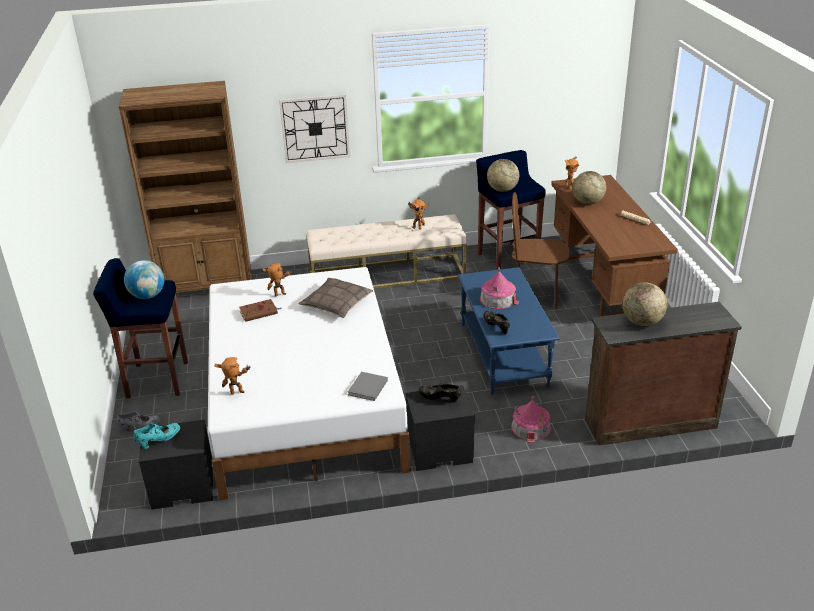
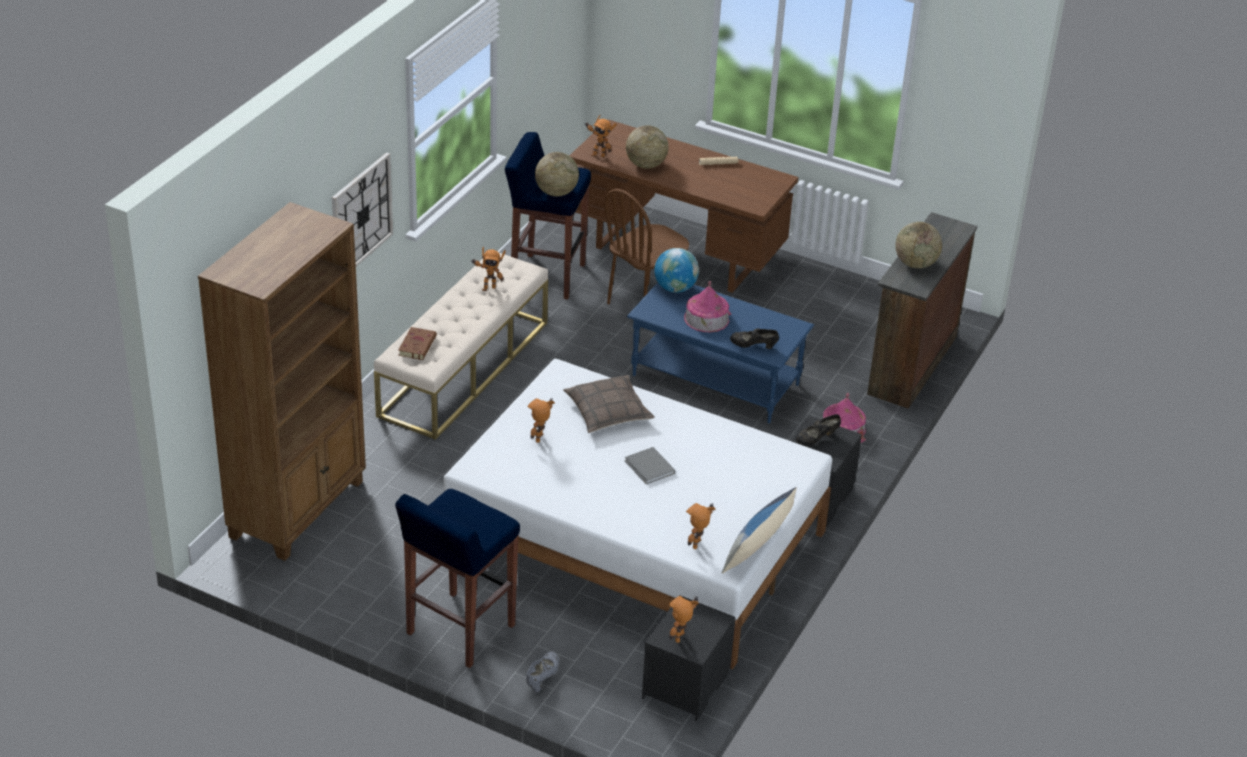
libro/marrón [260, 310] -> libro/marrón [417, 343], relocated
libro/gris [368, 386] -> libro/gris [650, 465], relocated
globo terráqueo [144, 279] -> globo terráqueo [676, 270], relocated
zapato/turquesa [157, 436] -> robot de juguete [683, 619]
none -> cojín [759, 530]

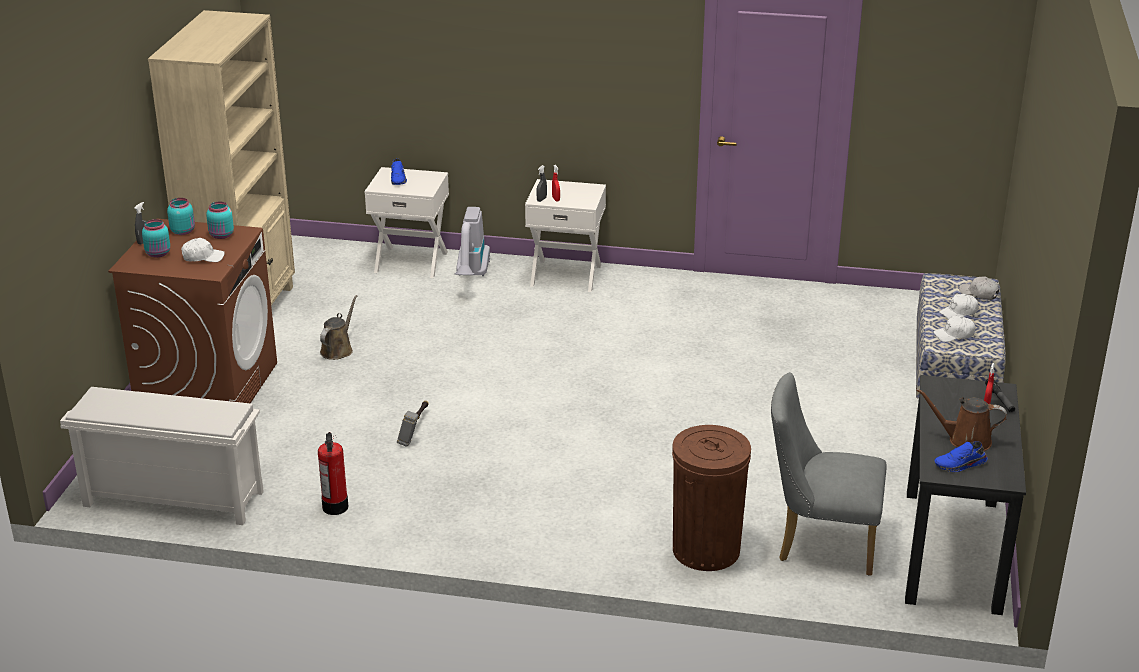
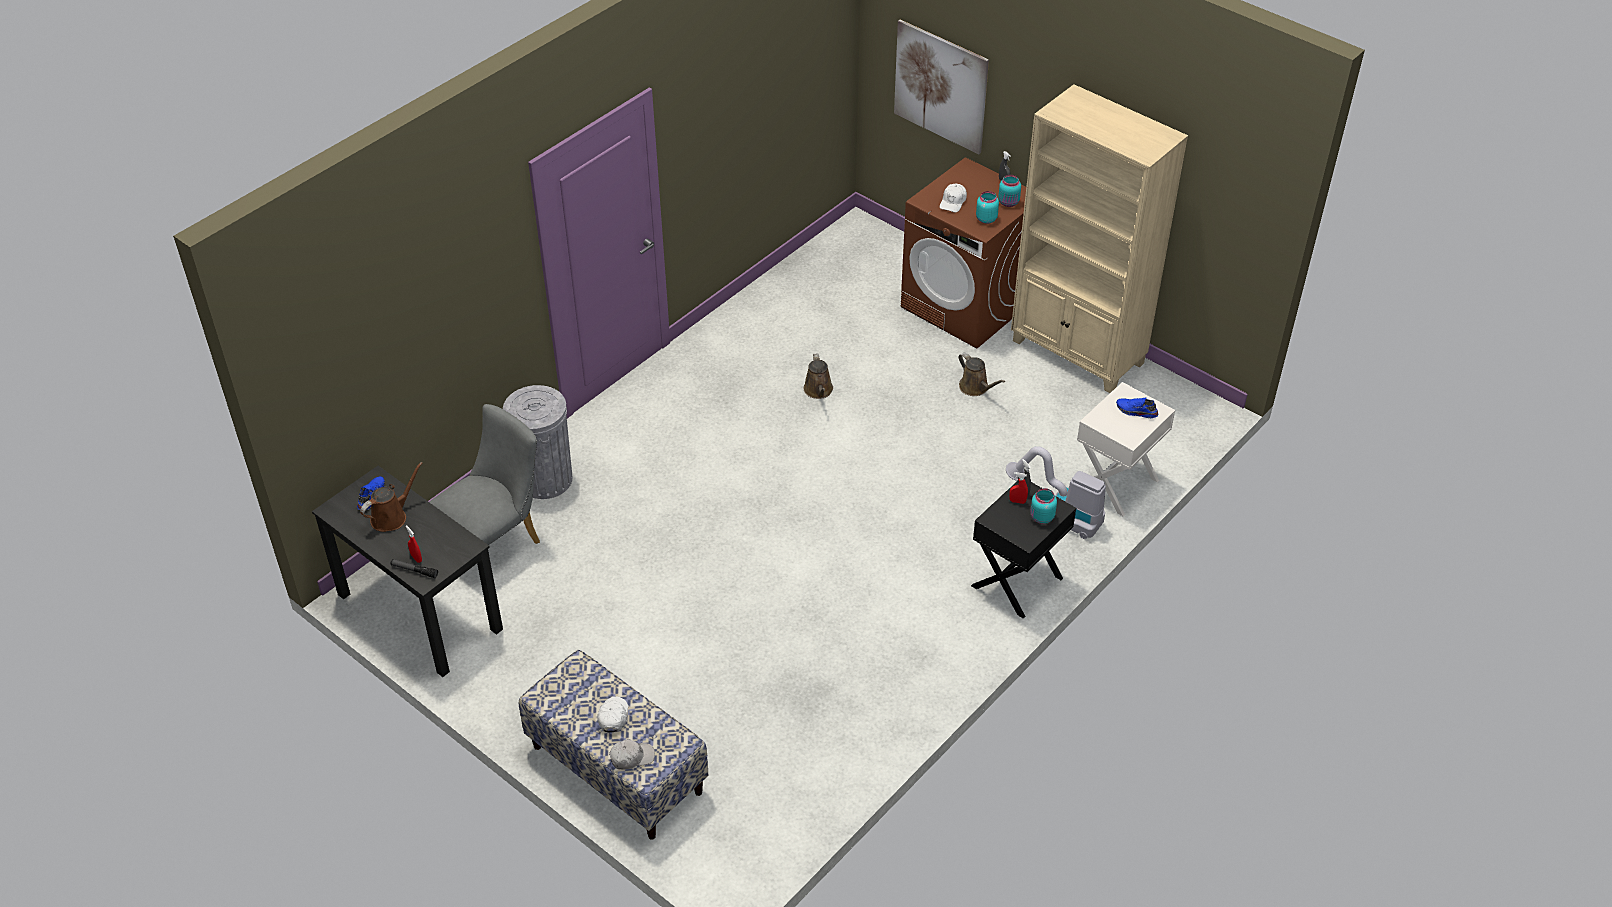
papelera/marrón [711, 498] -> papelera/gris [537, 442]
martillo [413, 424] -> regadera/marrón [818, 376]
none -> cuadro [941, 87]
mesita de noche/blanco [565, 235] -> mesita de noche/negro [1023, 549]
tarro/turquesa [156, 238] -> tarro/turquesa [1043, 506], relocated
zapatero/blanco [162, 456] -> none
extintor [333, 473] -> none
gorra/blanco [954, 329] -> none

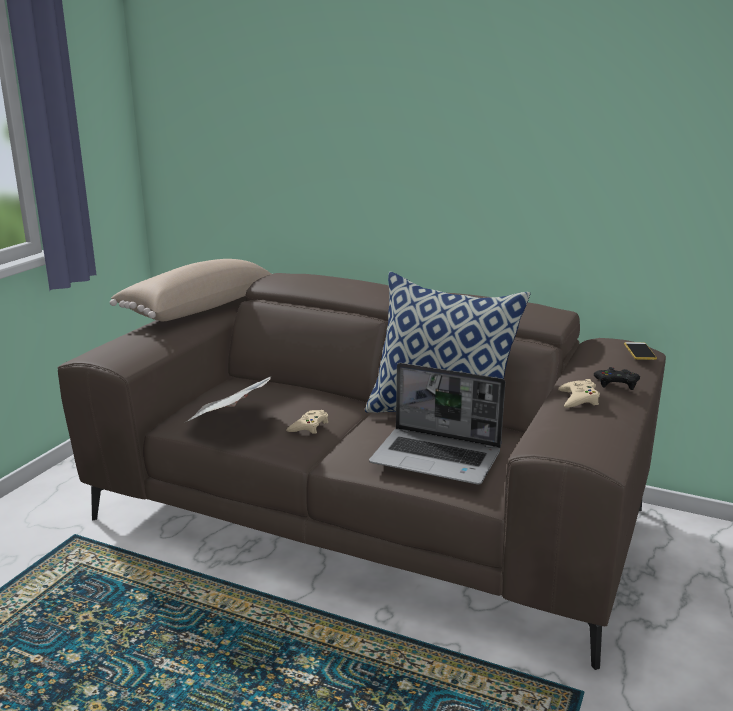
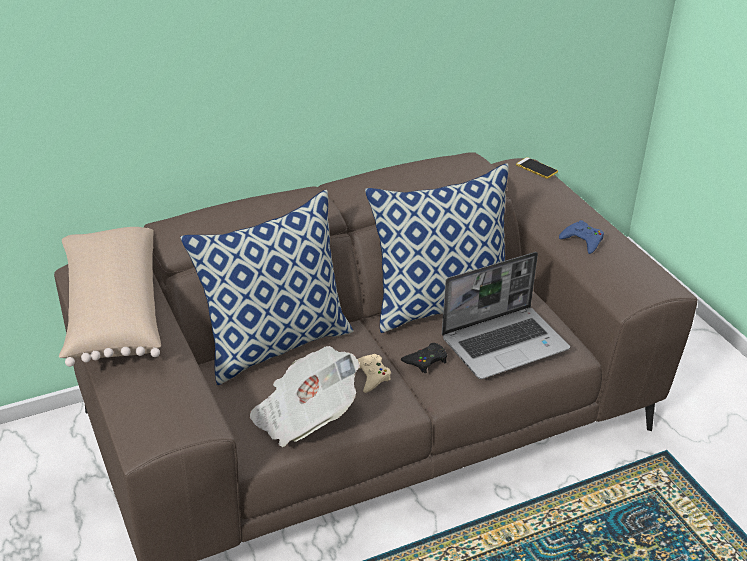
none -> cojín [266, 287]
mando de consola/negro [617, 378] -> mando de consola/negro [424, 358], relocated
mando de consola/beis [579, 393] -> mando de consola/azul [581, 237]

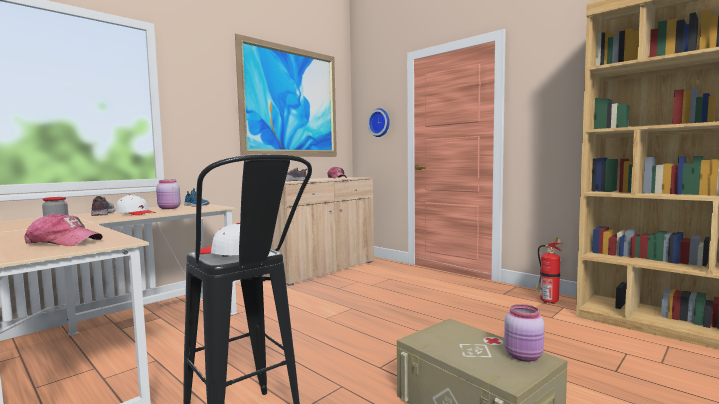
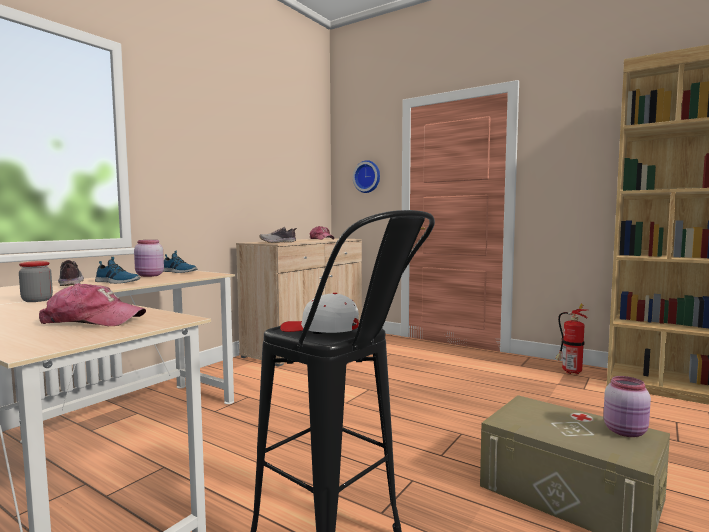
gorra/blanco [136, 205] -> zapato [117, 270]
cuadro [286, 95] -> none

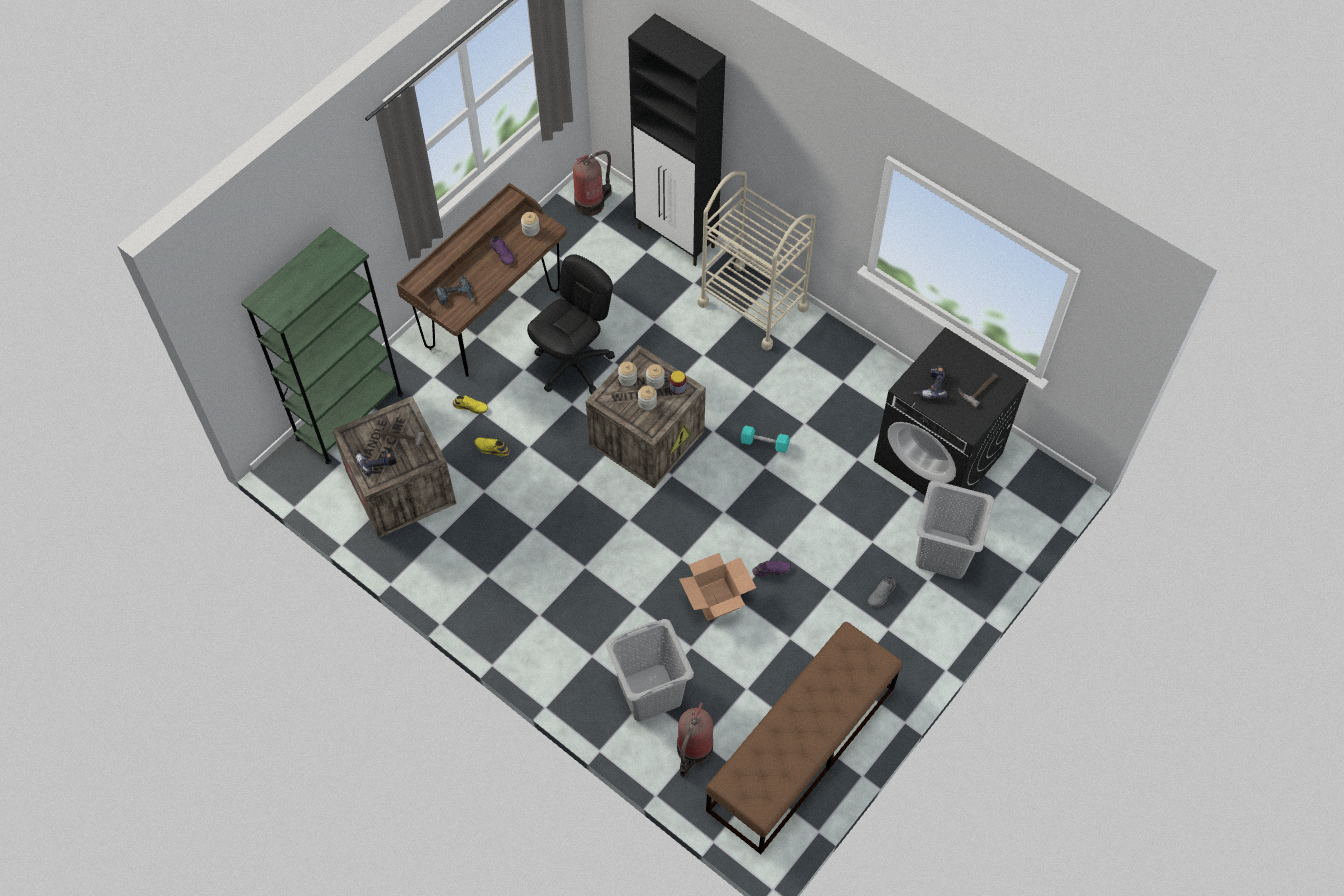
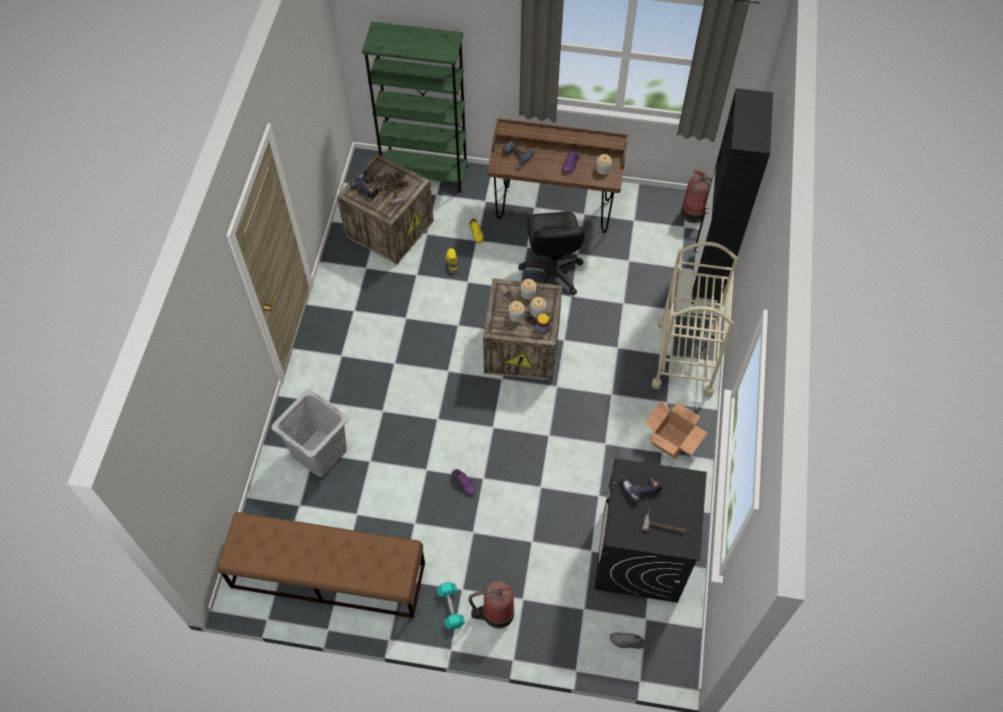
mancuerna/turquesa [765, 439] -> mancuerna/turquesa [451, 606], relocated
extintor [695, 740] -> extintor [491, 604], relocated
silla de oficina/negro [571, 324] -> silla de oficina/negro [551, 253], 75 degrees clockwise
zapato/gris [882, 591] -> zapato/gris [627, 640], relocated
caja de cartón [717, 587] -> caja de cartón [676, 430], relocated
cesto de la ropa/gris [954, 529] -> none

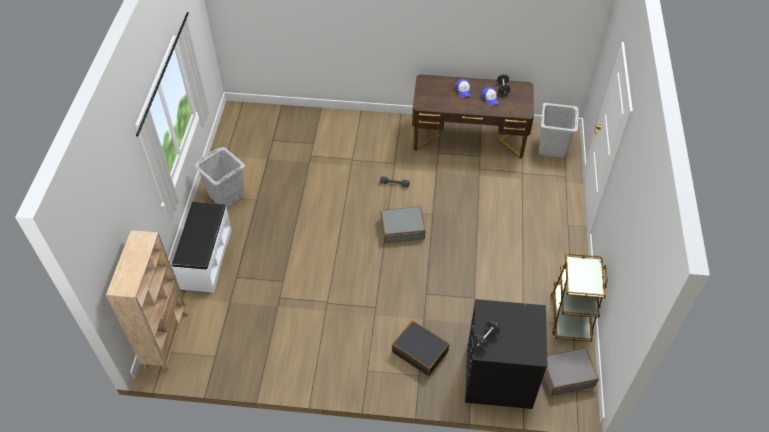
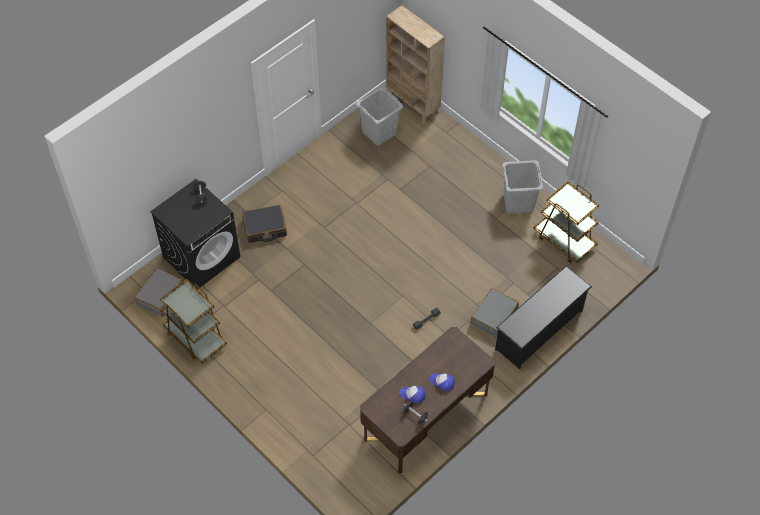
cesto de la ropa/gris [559, 130] -> cesto de la ropa/gris [379, 116], relocated
maleta/gris [403, 224] -> maleta/gris [495, 313], relocated
none -> zapatero/negro [543, 317]
none -> carrito/marrón [566, 222]
banco/blanco [202, 247] -> none

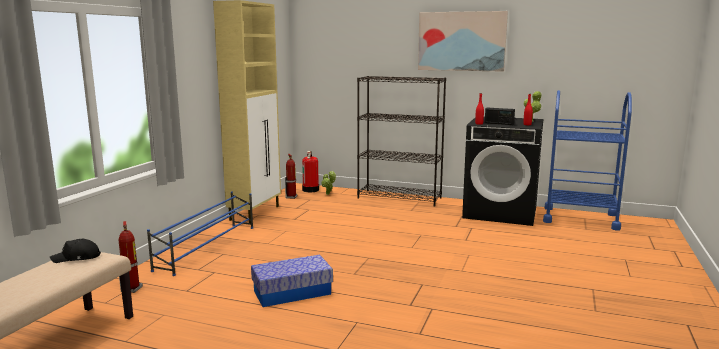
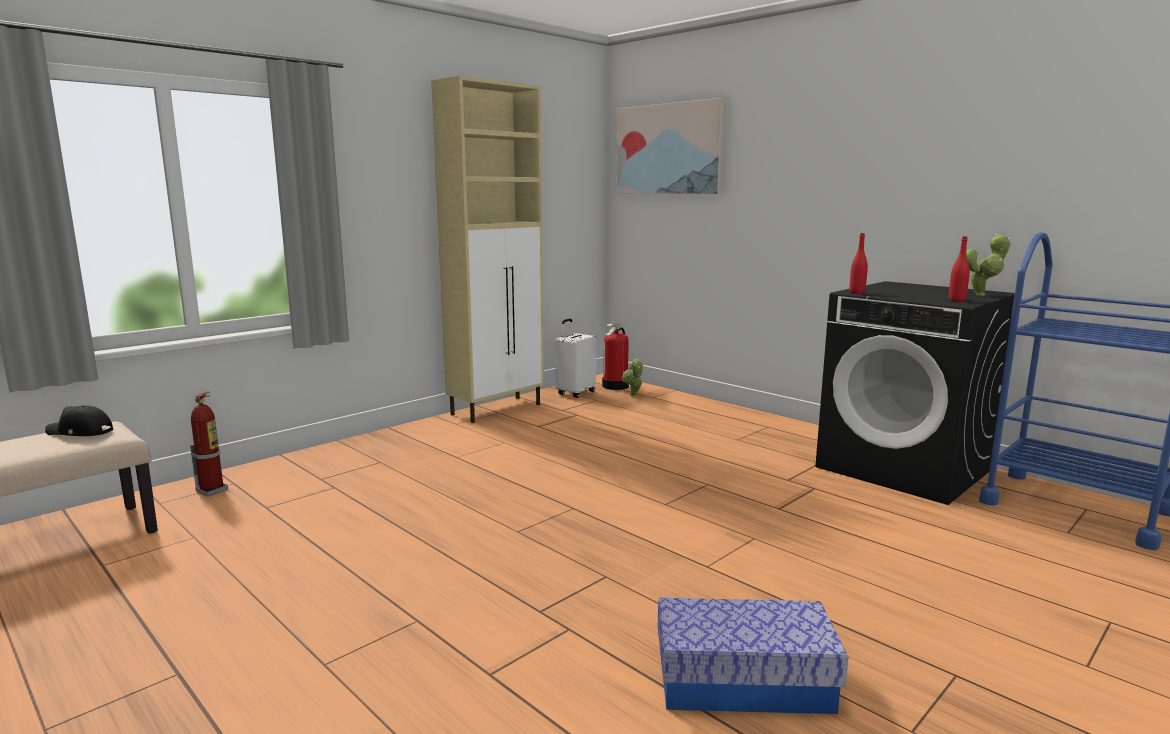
extintor [291, 176] -> maleta/blanco [575, 358]
cuadro [463, 41] -> cuadro [670, 146], relocated
caja de almacenaje [292, 281] -> caja de almacenaje [753, 656], relocated
zapatero/azul [200, 233] -> none
estantería/negro [401, 141] -> none
radio [500, 116] -> none

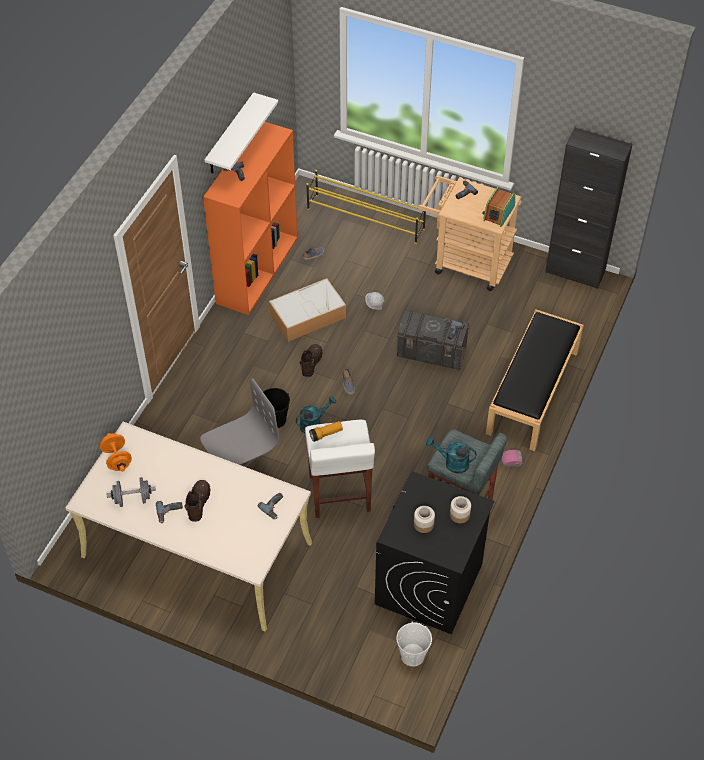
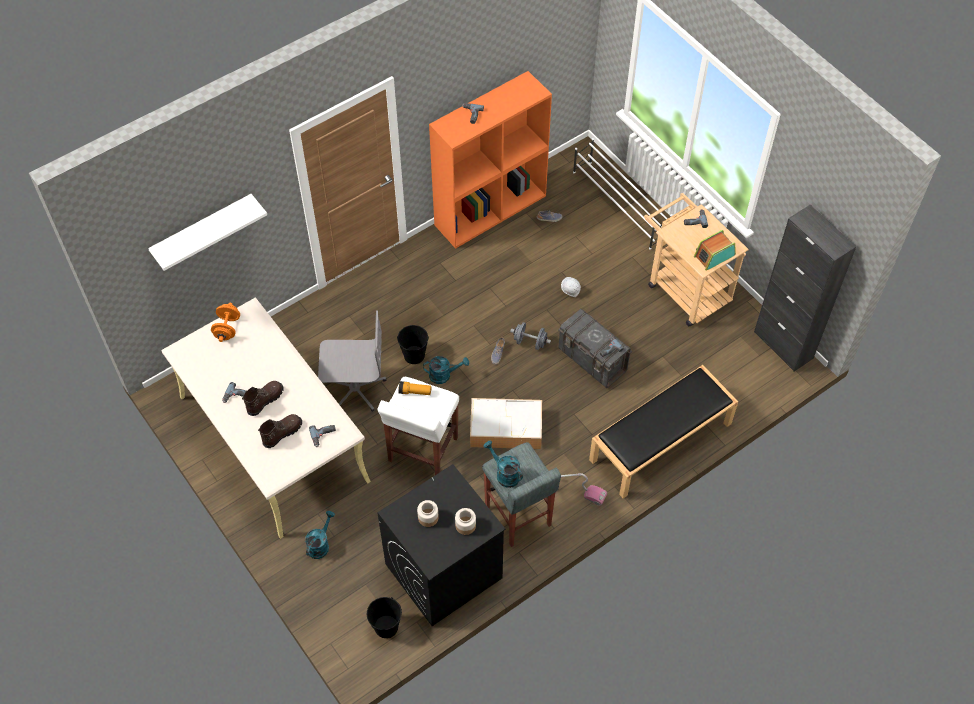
estante/blanco [241, 133] -> estante/blanco [207, 232], relocated
bota/marrón [311, 360] -> bota/marrón [280, 431], relocated
none -> regadera/turquesa [320, 535]
cubo/blanco [414, 644] -> cubo/negro [384, 617]
caja de almacenaje [307, 310] -> caja de almacenaje [506, 423], relocated
mancuerna/gris [131, 492] -> mancuerna/gris [530, 336], relocated
zapatero/amarillo [366, 207] -> zapatero/blanco [622, 194]

